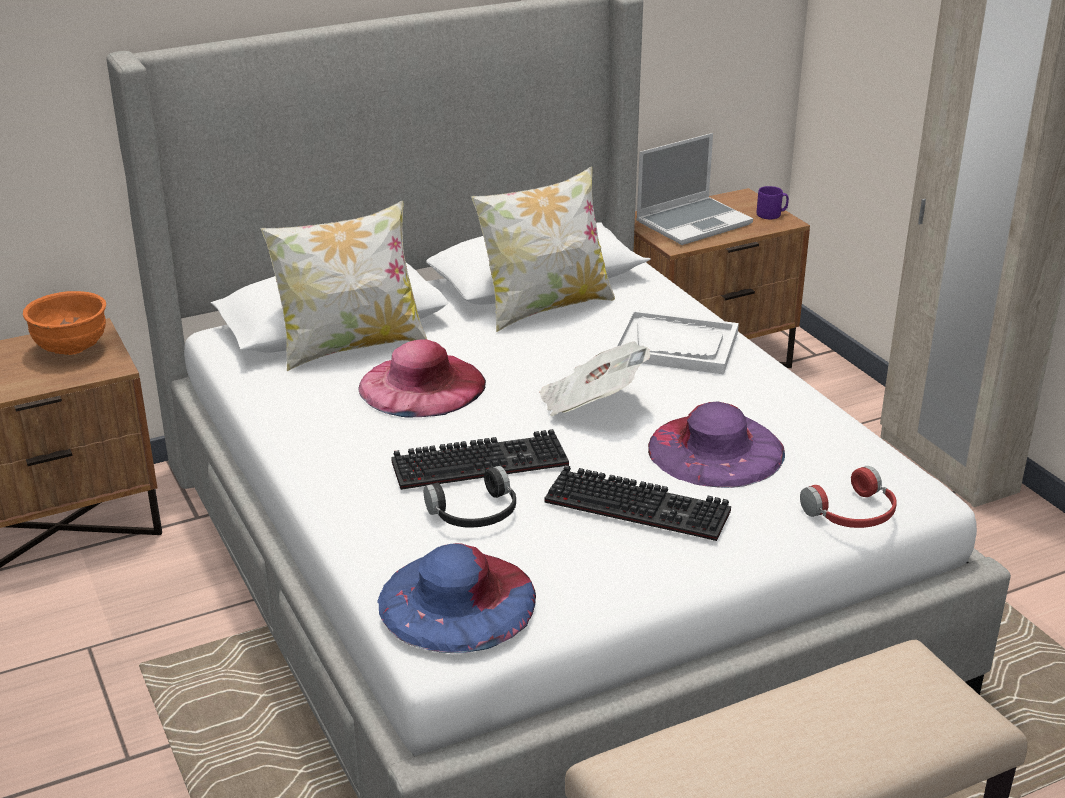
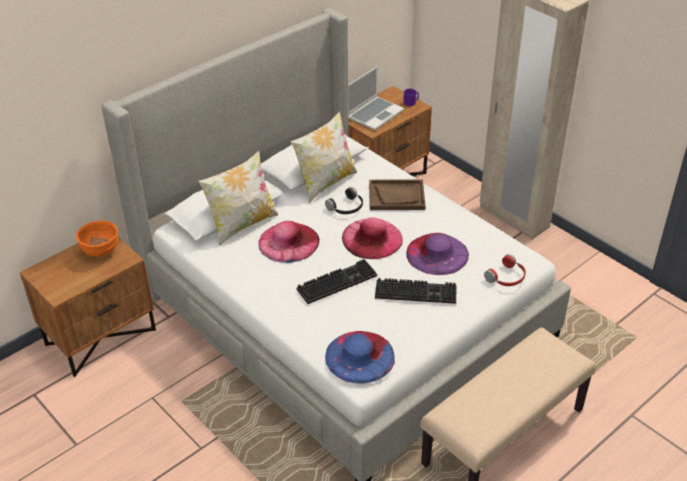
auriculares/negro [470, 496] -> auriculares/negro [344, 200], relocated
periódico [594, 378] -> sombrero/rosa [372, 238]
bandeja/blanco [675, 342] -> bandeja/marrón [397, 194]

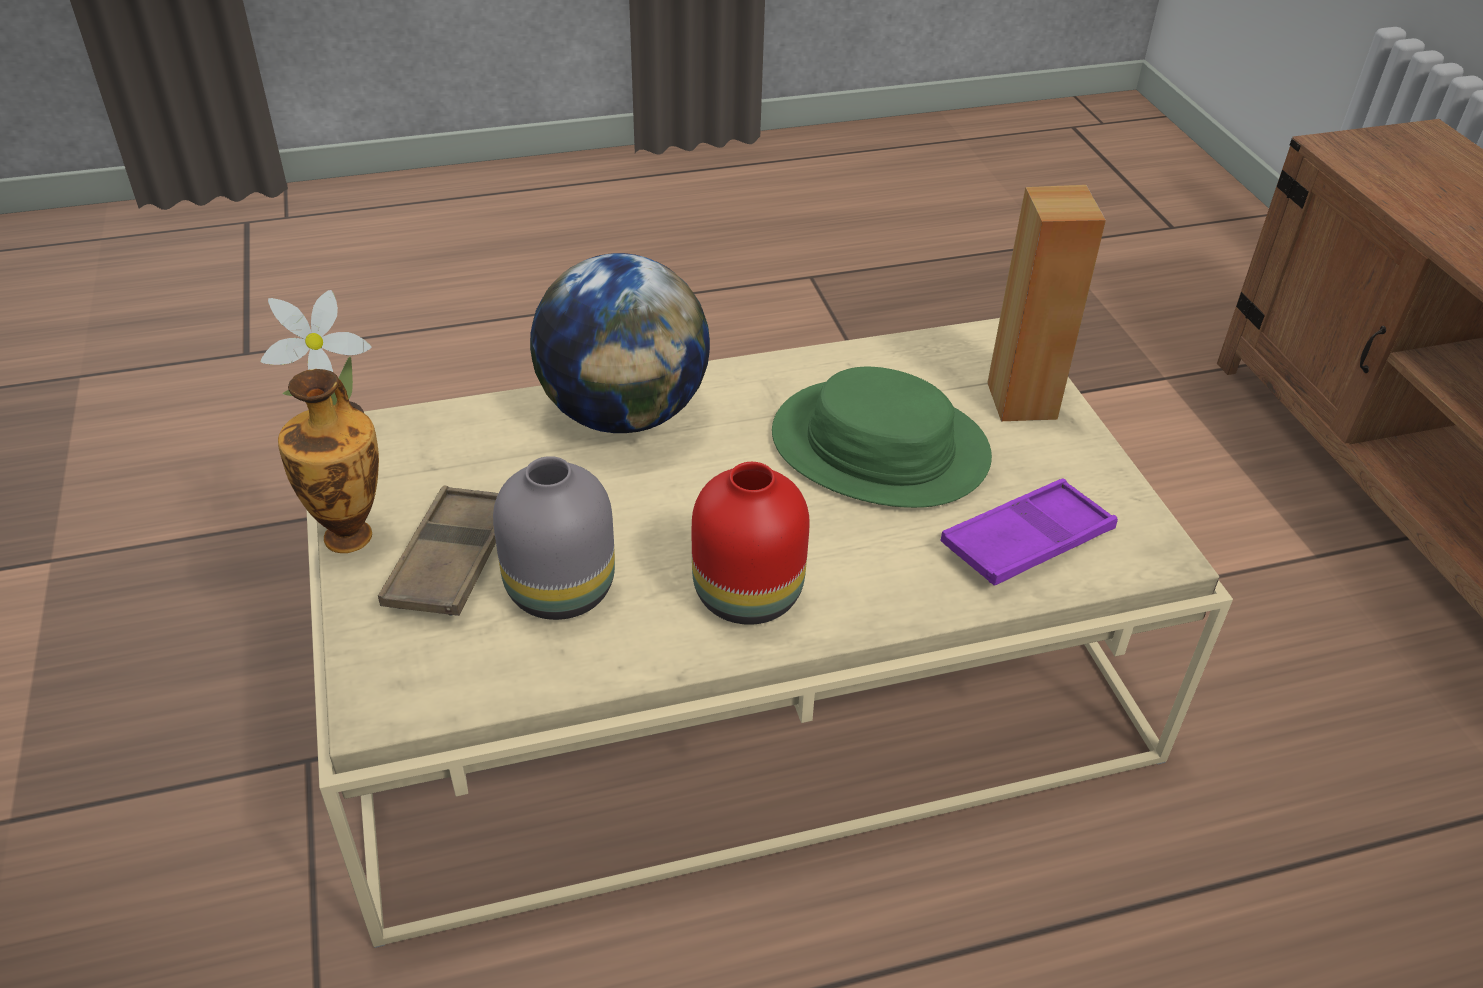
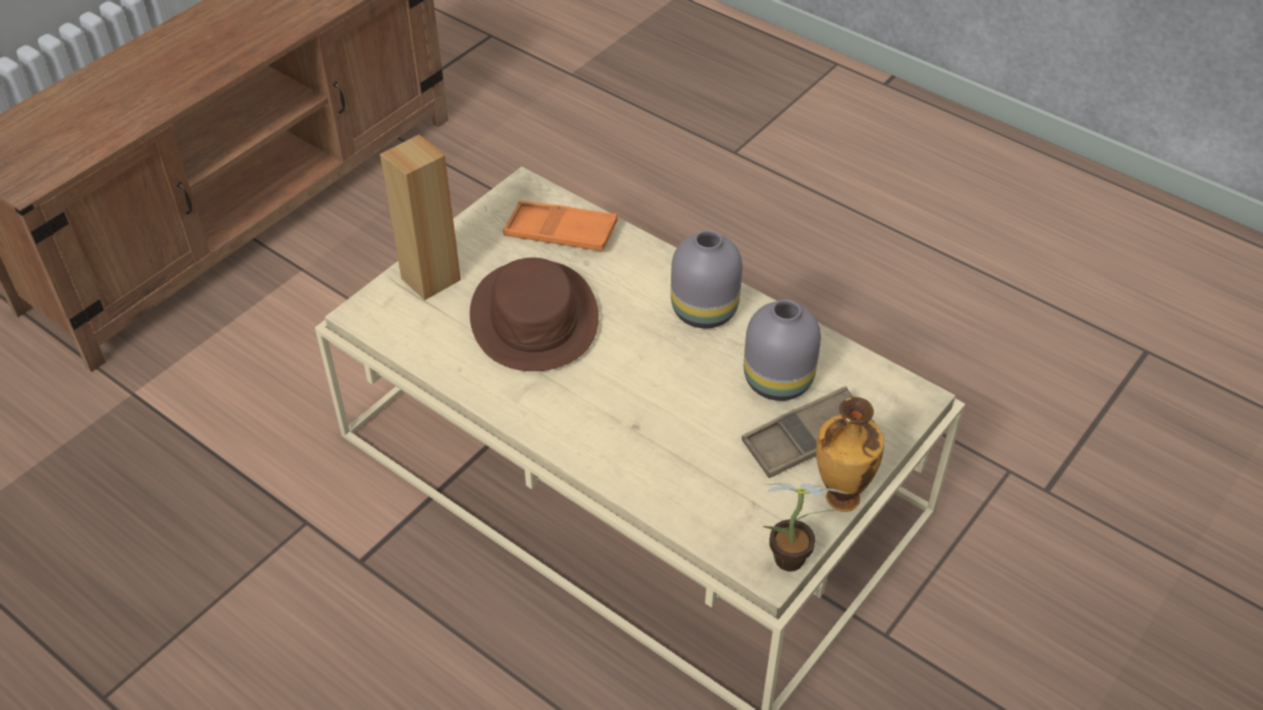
sombrero/verde [882, 437] -> sombrero/marrón [534, 314]
bandeja/morado [1029, 532] -> bandeja/naranja [560, 226]
florero/rojo [751, 543] -> florero/gris [707, 279]
globo terráqueo [620, 343] -> none

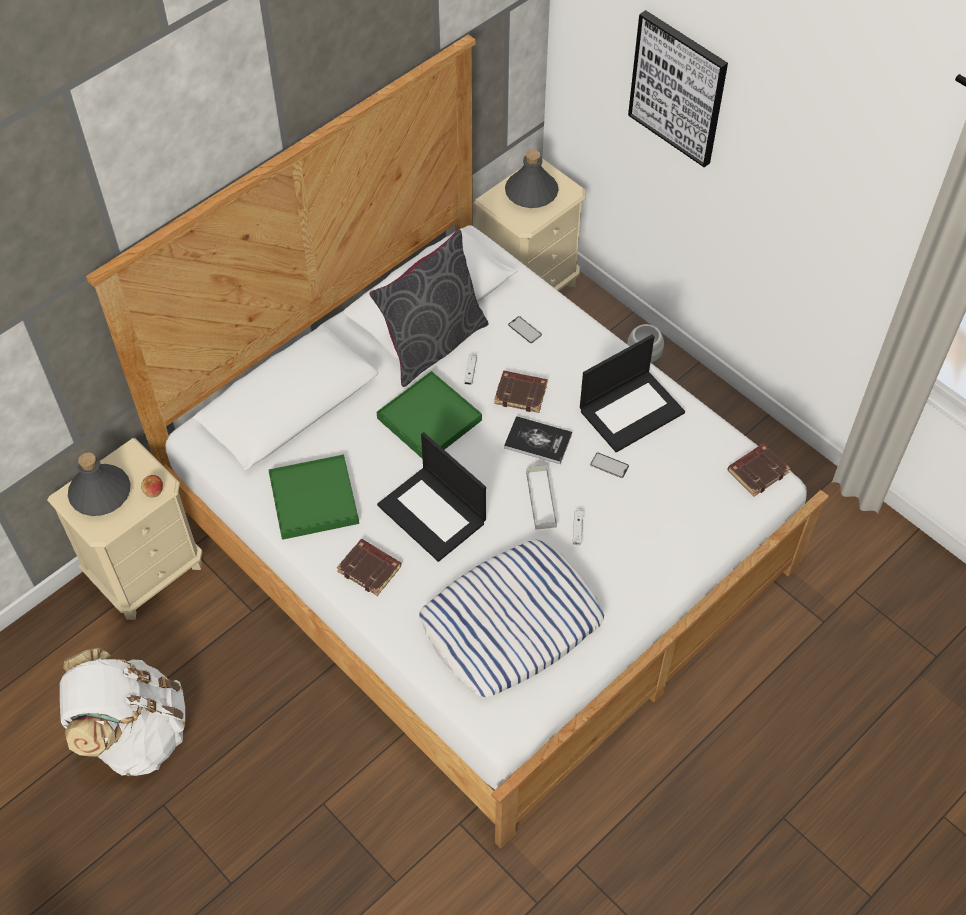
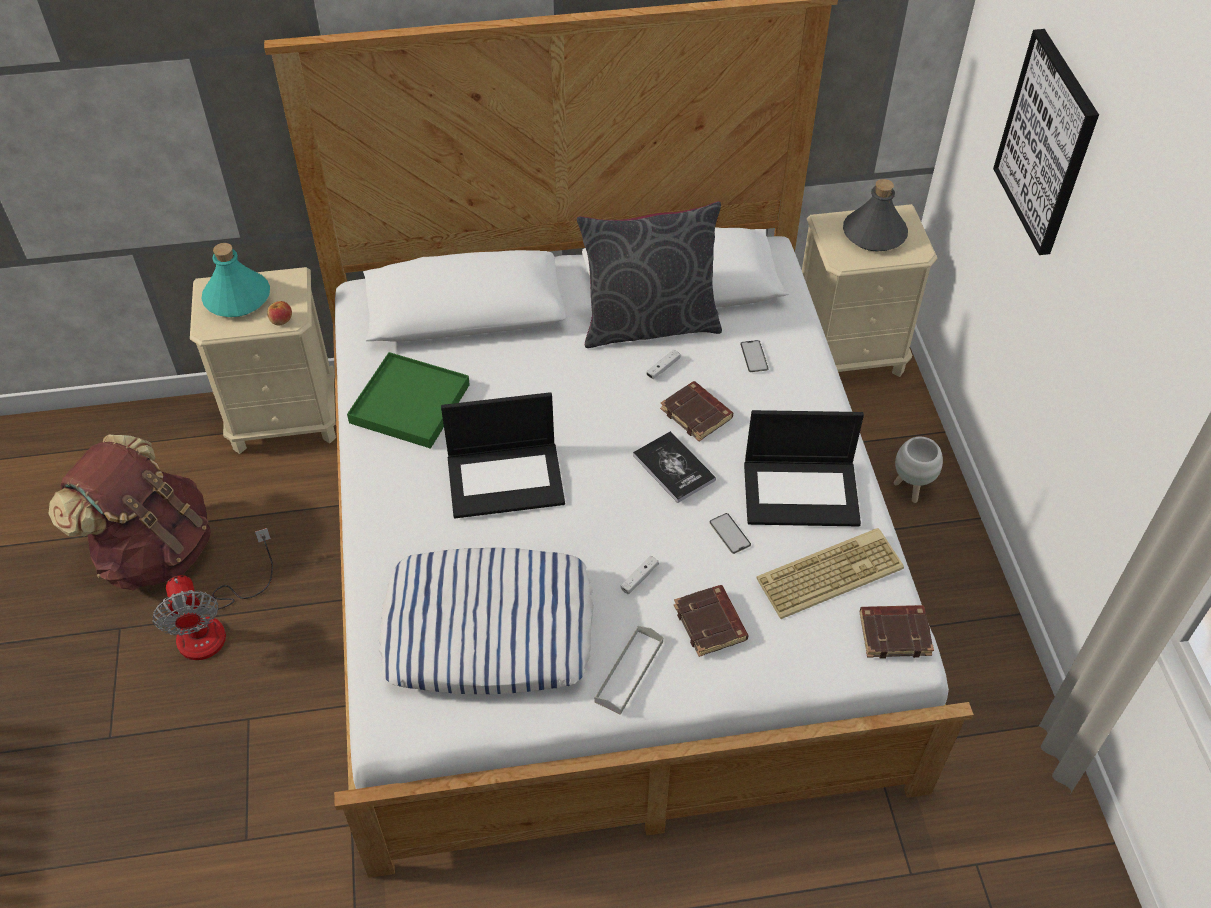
mochila/blanco [122, 711] -> mochila/marrón [130, 512]
none -> ventilador [213, 594]
botella/gris [99, 484] -> botella/turquesa [235, 280]
portátil [431, 497] -> portátil [503, 455], 90 degrees counterclockwise
bandeja/gris [541, 497] -> bandeja/gris [628, 670], relocated
libro/marrón [369, 567] -> libro/marrón [711, 621], relocated
none -> teclado [830, 573]
bandeja/verde [429, 415] -> none

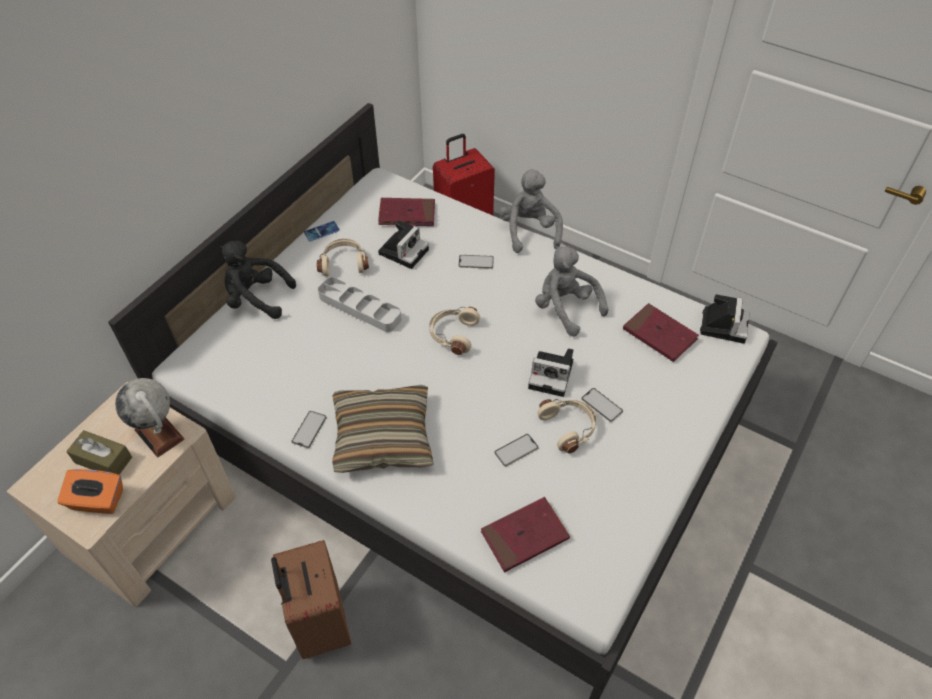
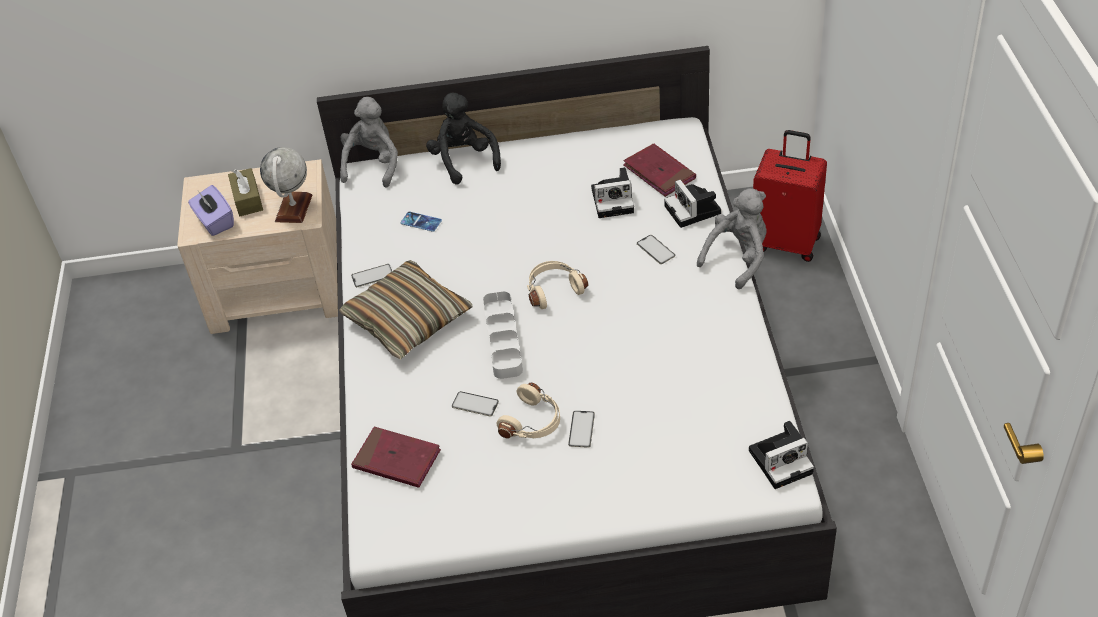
caja de pañuelos/naranja [90, 491] -> caja de pañuelos/morado [211, 210]
peluche/gris [571, 291] -> peluche/gris [369, 142], relocated
móvil [322, 231] -> móvil [421, 222], relocated
bandeja/gris [360, 304] -> bandeja/gris [503, 335], relocated
cámara [550, 372] -> cámara [692, 204], relocated
maleta/marrón [311, 599] -> none
auriculares/beis [343, 257] -> none
libro/rojo [661, 332] -> none

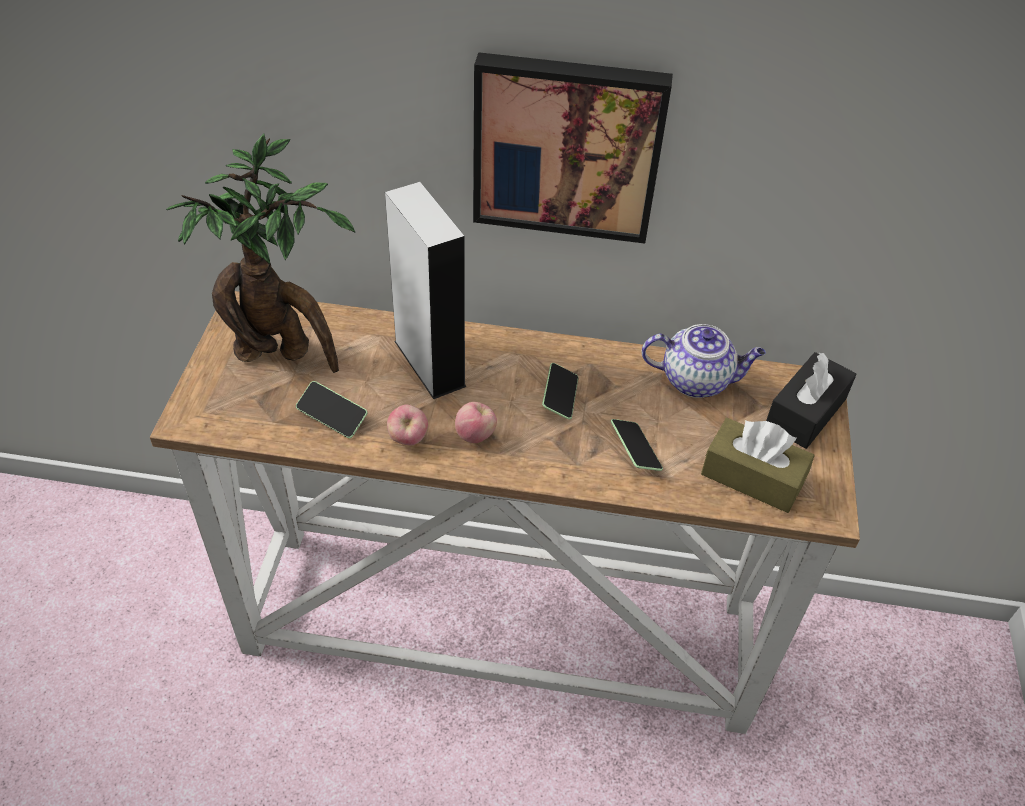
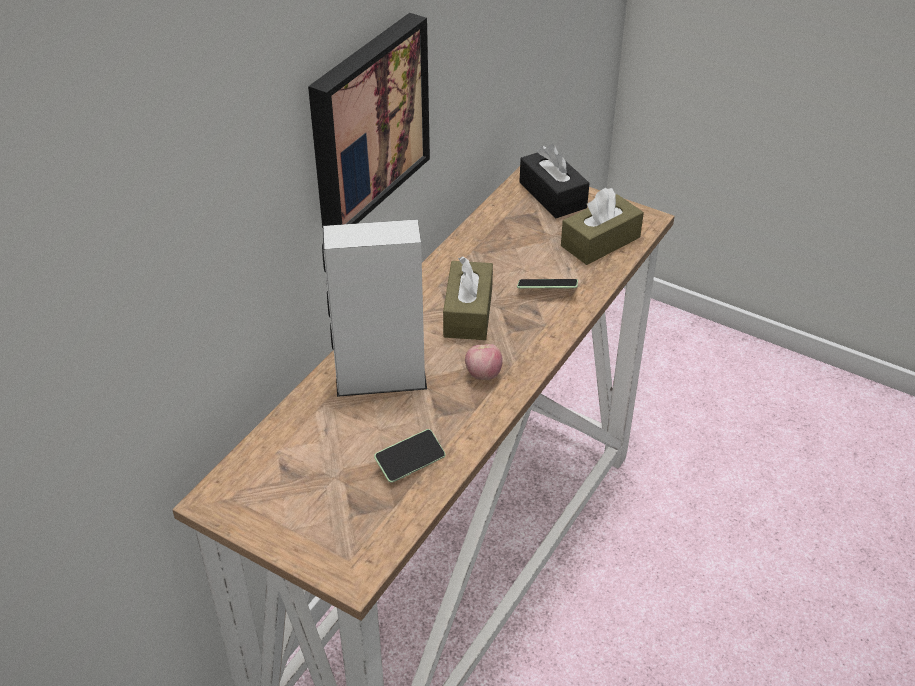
móvil [560, 391] -> caja de pañuelos/marrón [468, 298]
planta en maceta [260, 253] -> none
manzana [407, 425] -> none
tetera [704, 361] -> none

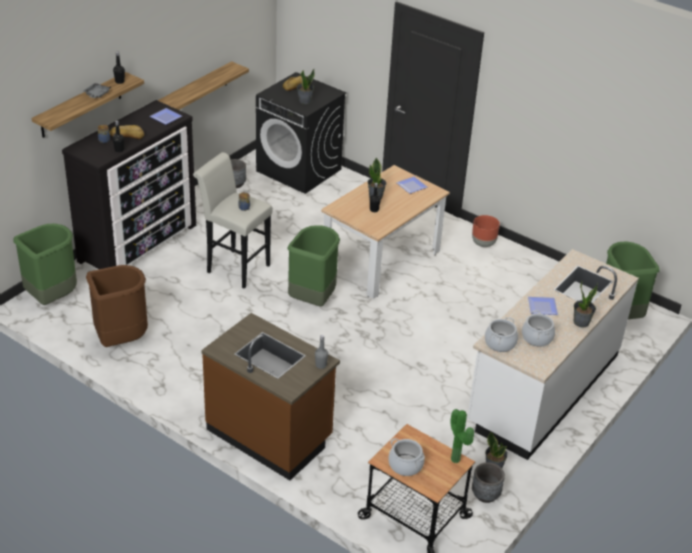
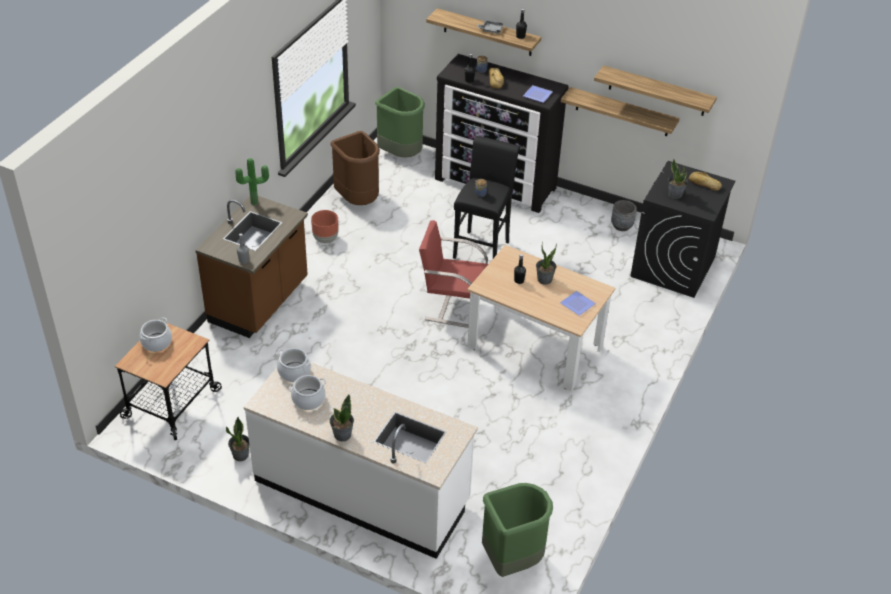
planta en maceta [462, 436] -> planta en maceta [252, 181], relocated
maceta/marrón [486, 231] -> maceta/marrón [324, 226], relocated
papelera/verde [314, 265] -> silla/rojo [453, 274]
taburete/blanco [232, 220] -> taburete/negro [486, 197]
none -> estante [655, 90]
maceta/gris [488, 482] -> none
plato [543, 306] -> none

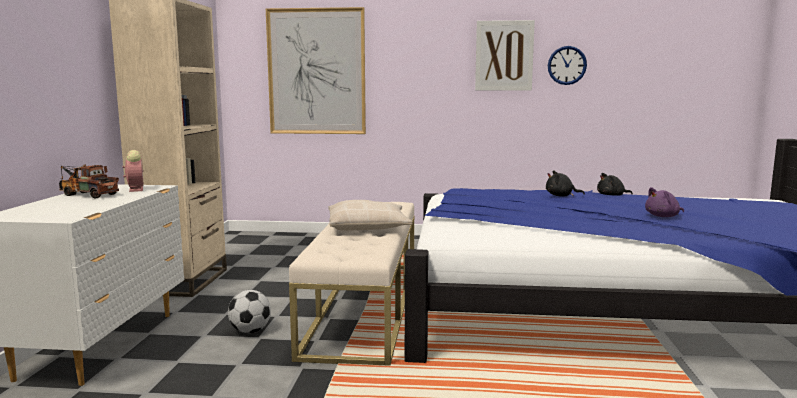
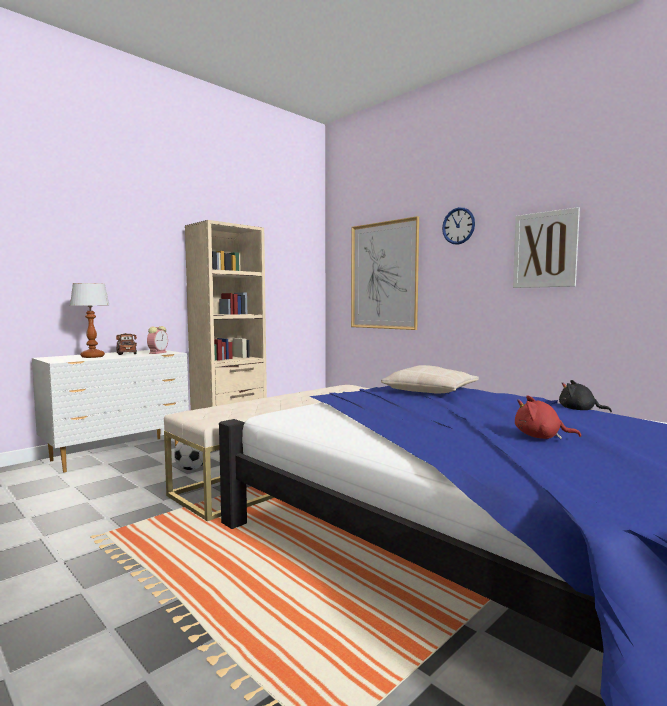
none -> lámpara de mesa [89, 320]
cojín/beis [370, 215] -> cojín/beis [430, 379], relocated
reloj de pared [567, 65] -> reloj de pared [458, 226], relocated
peluche/morado [664, 202] -> peluche/rojo [548, 417]
peluche/negro [565, 184] -> none

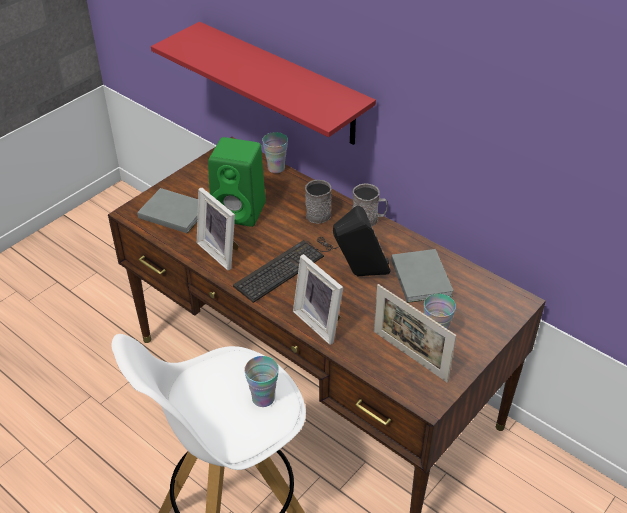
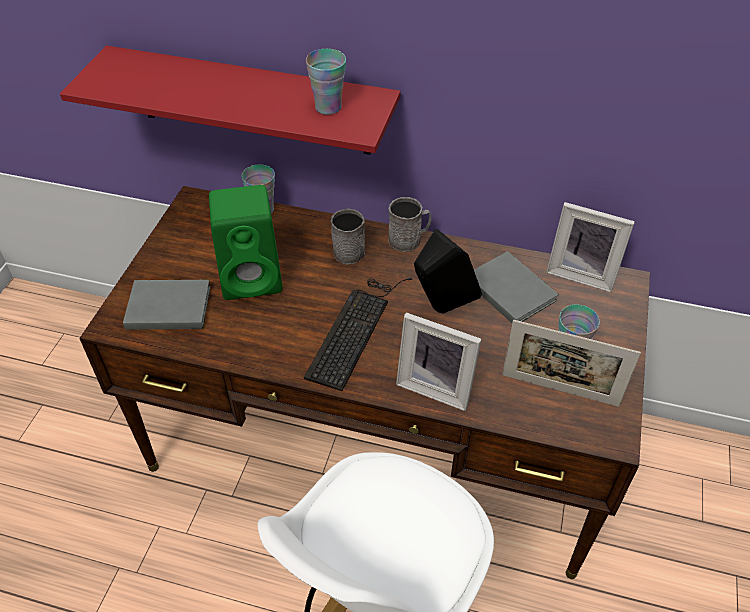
taza [261, 381] -> taza [326, 82], relocated
portarretratos [218, 229] -> portarretratos [590, 247], relocated

